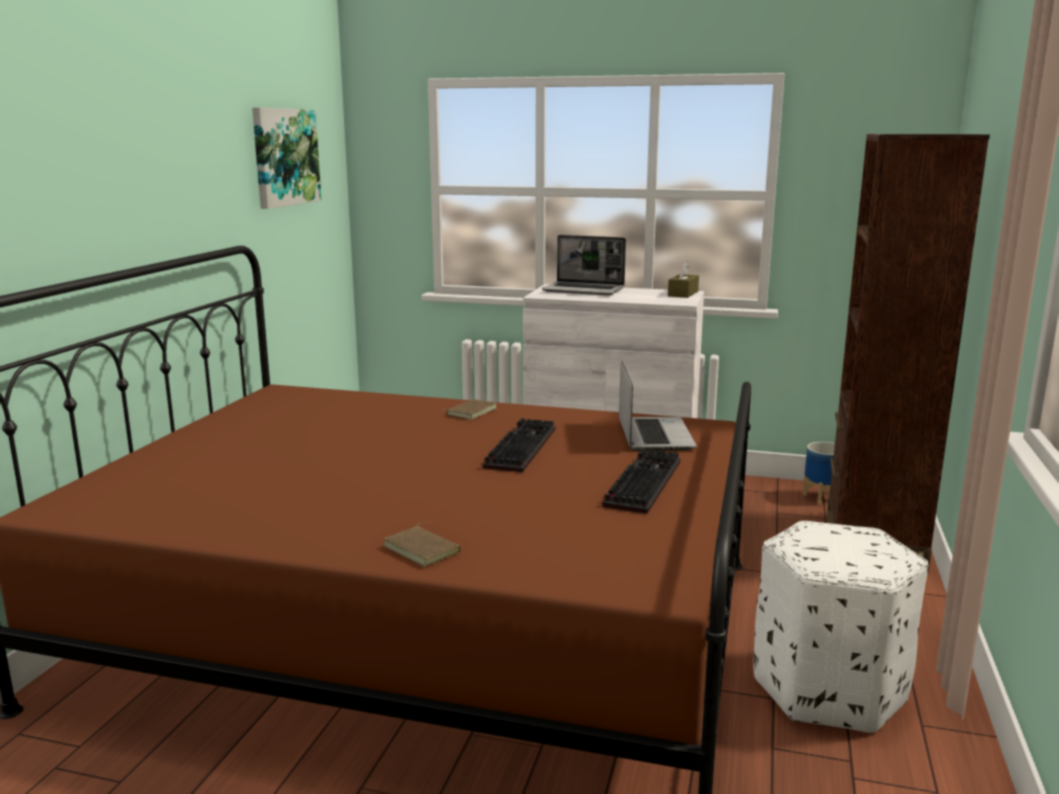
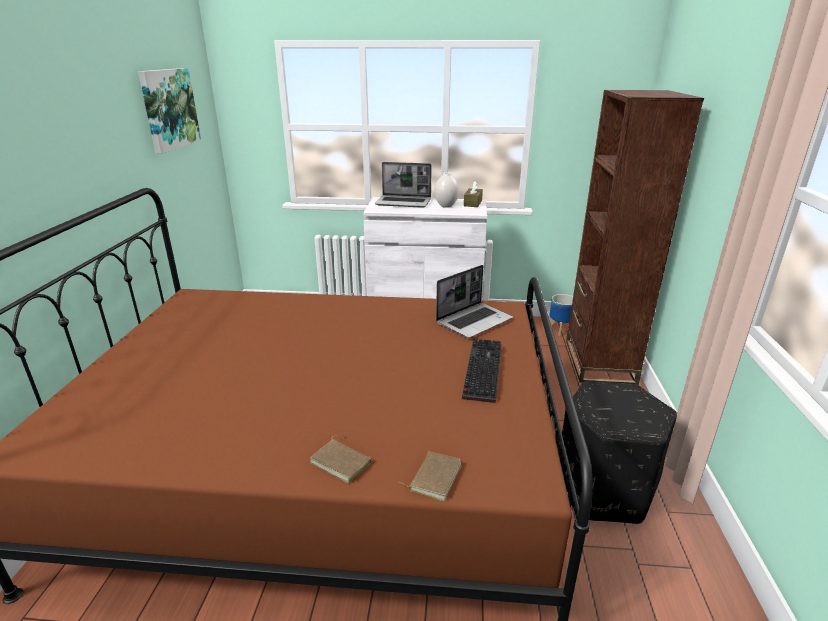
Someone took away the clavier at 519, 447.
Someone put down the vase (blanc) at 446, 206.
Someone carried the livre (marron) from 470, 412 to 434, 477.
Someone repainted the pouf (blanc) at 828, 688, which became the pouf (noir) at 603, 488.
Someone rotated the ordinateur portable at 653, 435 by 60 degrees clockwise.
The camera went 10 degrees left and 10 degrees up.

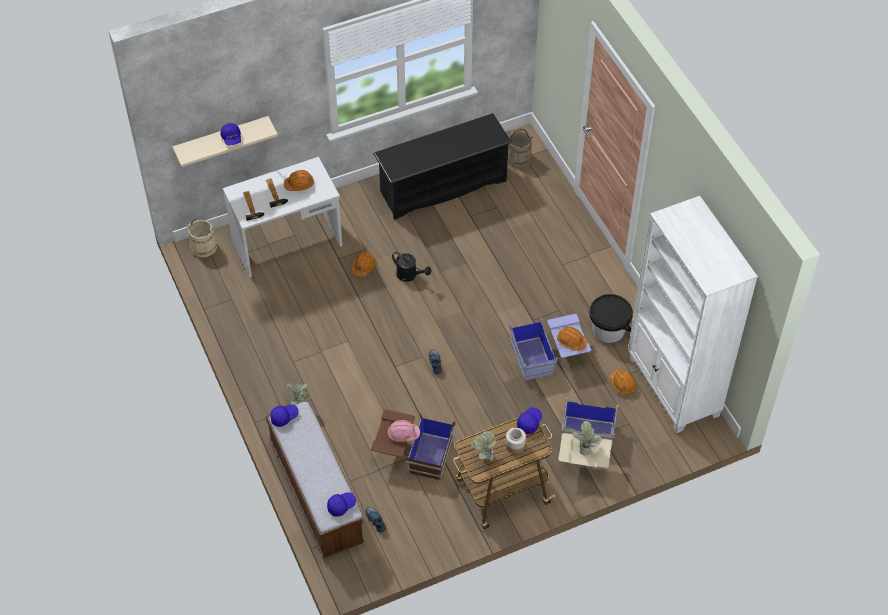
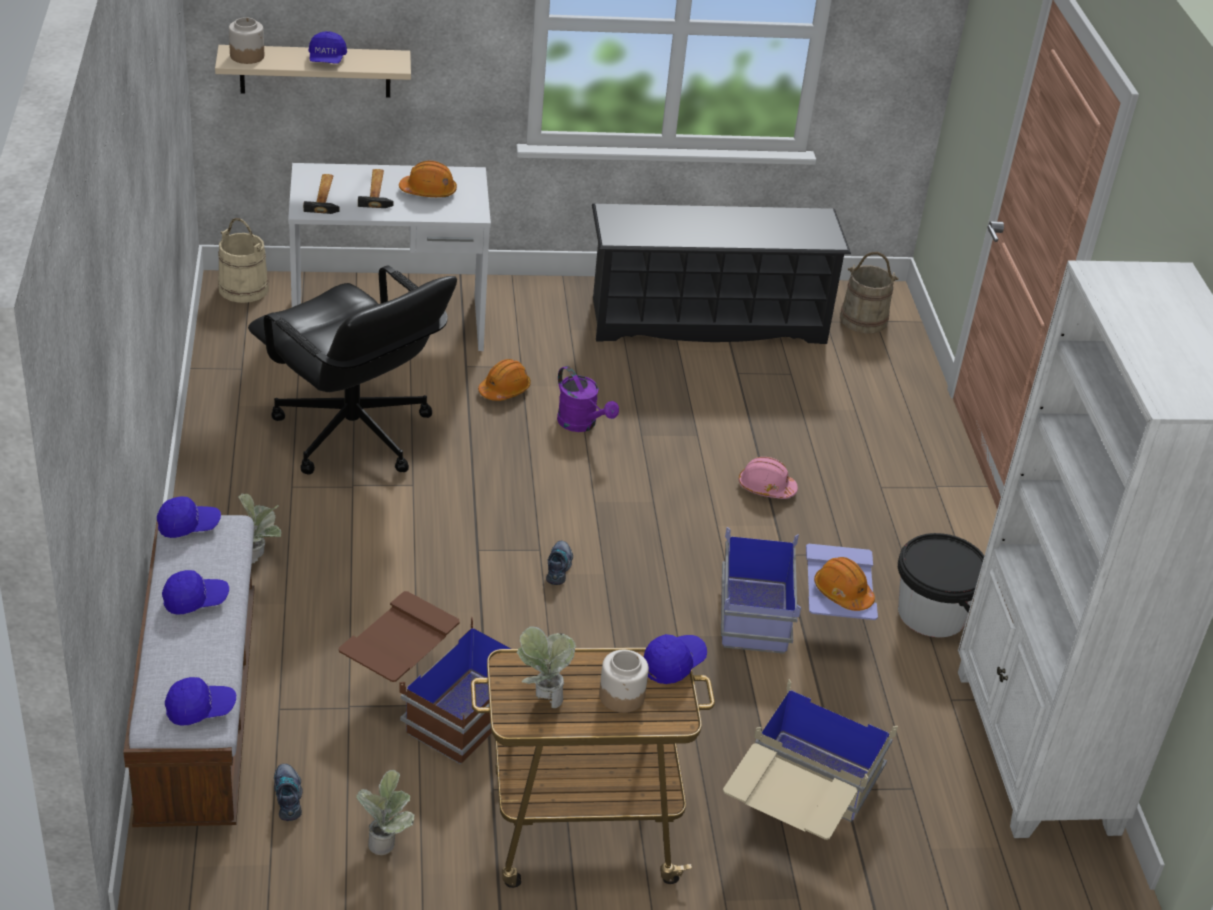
Someone took away the casque de chantier (orange) at 623, 384.
Someone put down the casquette (bleu) at 195, 600.
Someone put down the bocal at 247, 56.
Someone put down the chaise de bureau (noir) at 353, 435.
Someone carried the casque de chantier (rose) from 403, 434 to 766, 488.
Someone carried the plante en pot from 585, 448 to 385, 840.
Someone repainted the arrosoir (noir) at 410, 275, which became the arrosoir (violet) at 582, 424.
The camera went 15 degrees right and 15 degrees down.

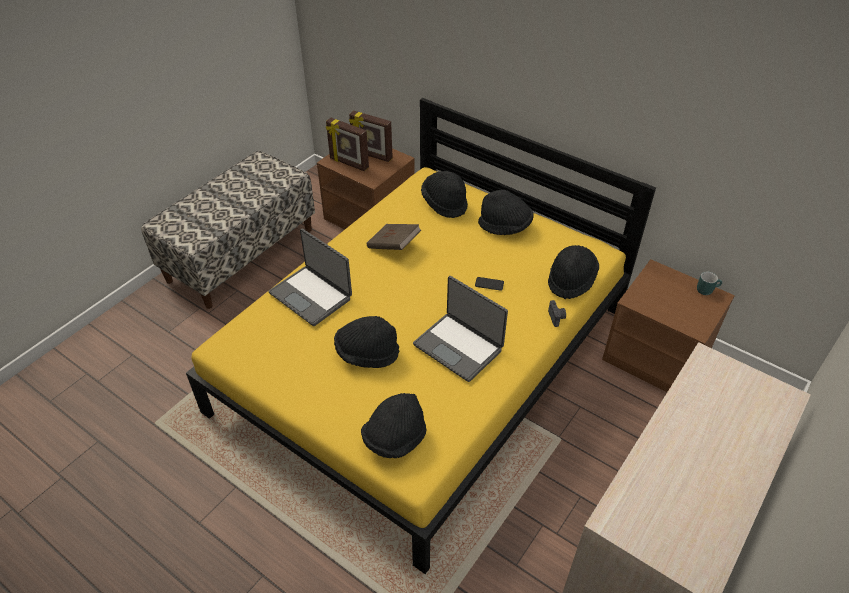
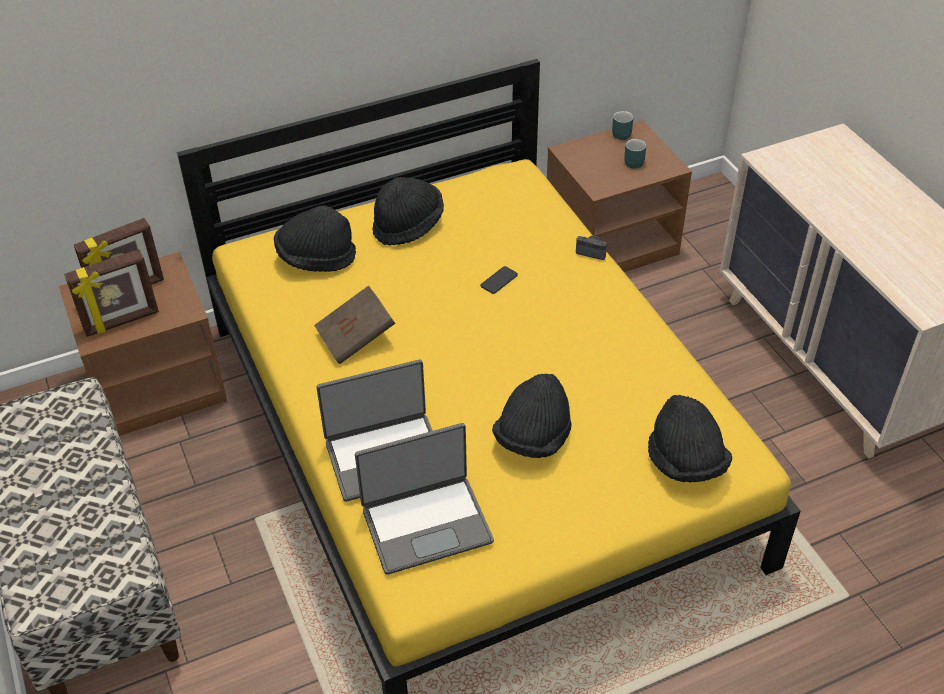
Someone took away the chapeau (noir) at 571, 280.
Someone put down the mug (turquoise) at 631, 161.
Someone carried the ordinateur portable from 459, 346 to 426, 523.
The camera went 60 degrees left and 0 degrees up.

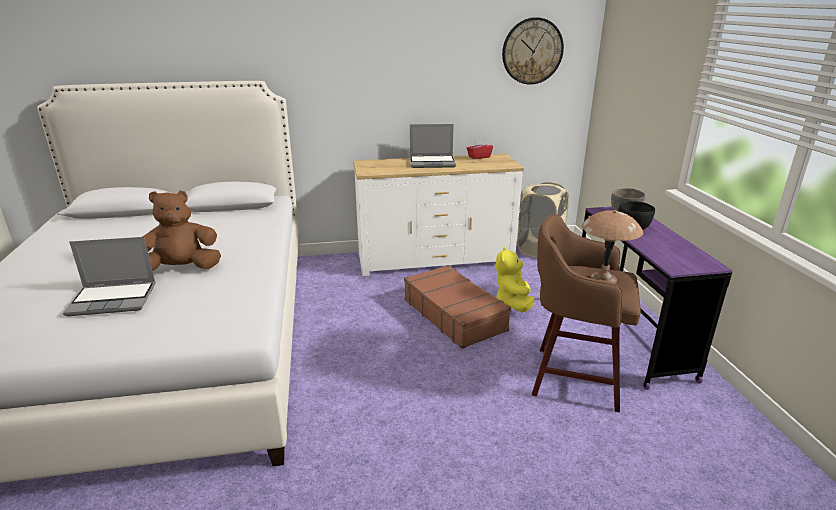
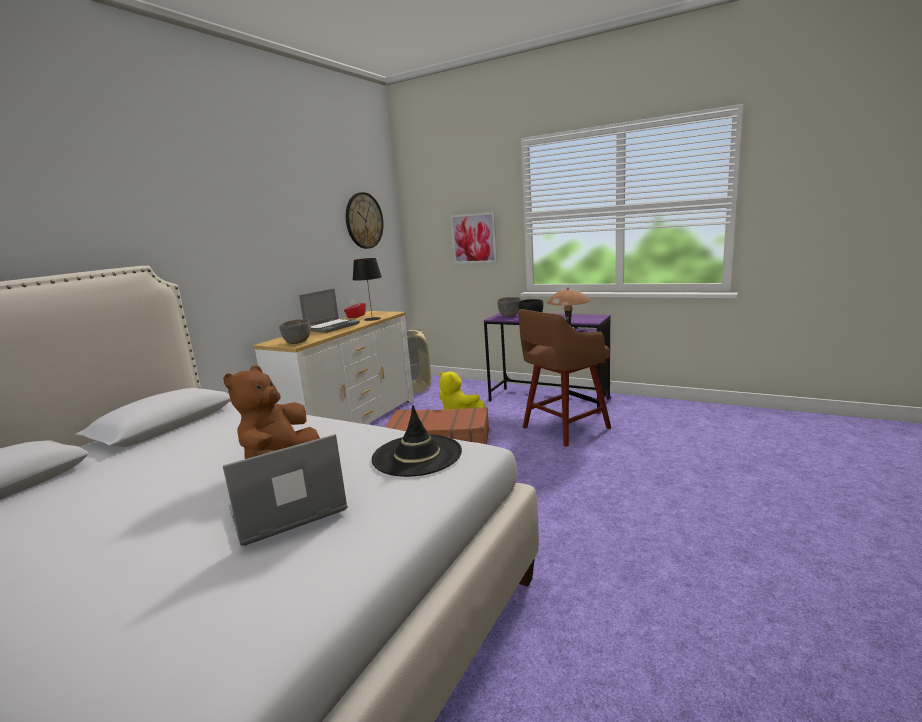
Someone put down the bol (gris) at 298, 342.
Someone put down the lampe de table (noir) at 372, 319.
Someone put down the chapeau (noir) at 417, 455.
Someone put up the tableau at 474, 238.
Someone rotated the ordinateur portable at 114, 299 by 150 degrees counterclockwise.
The camera went 50 degrees left and 10 degrees down.

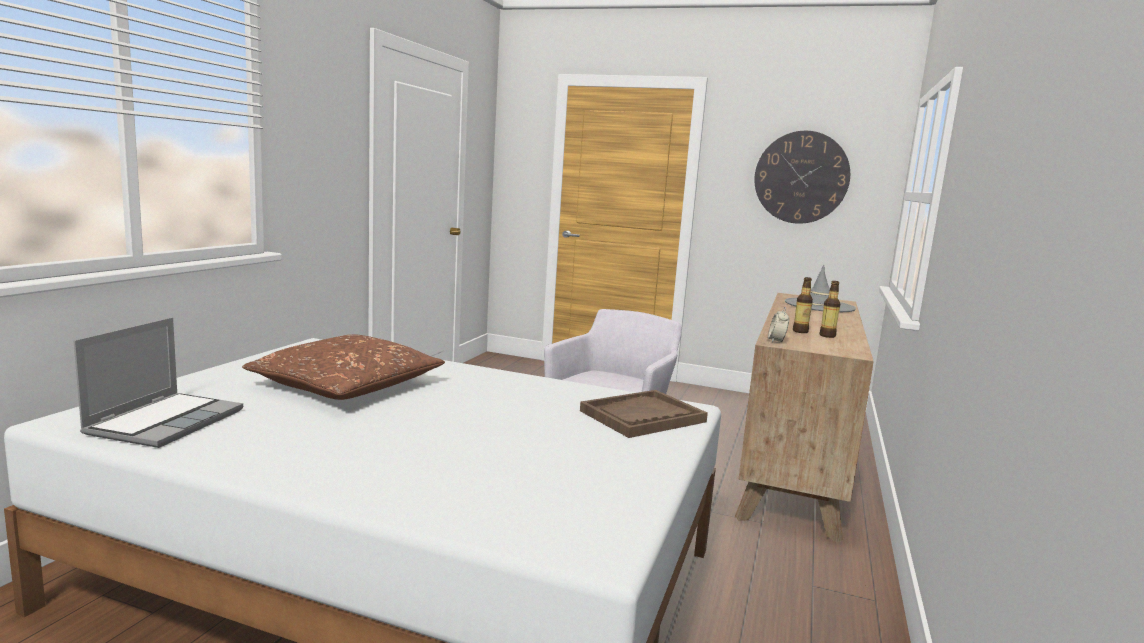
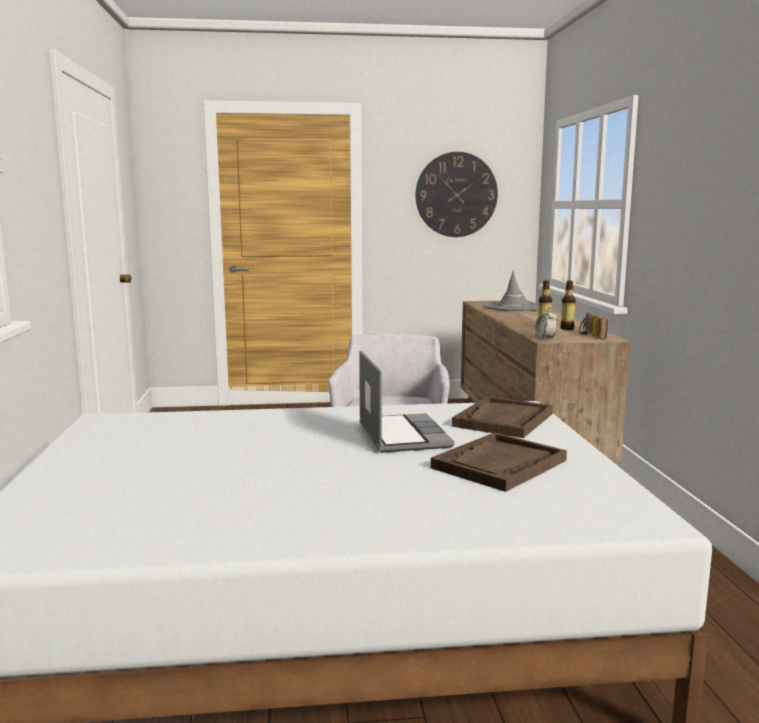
Someone took away the coussin (marron) at 347, 385.
Someone put down the plateau (marron) at 499, 464.
Someone put down the radio at 590, 335.
Someone carried the ordinateur portable from 166, 421 to 401, 435.
The camera went 25 degrees left and 0 degrees up.

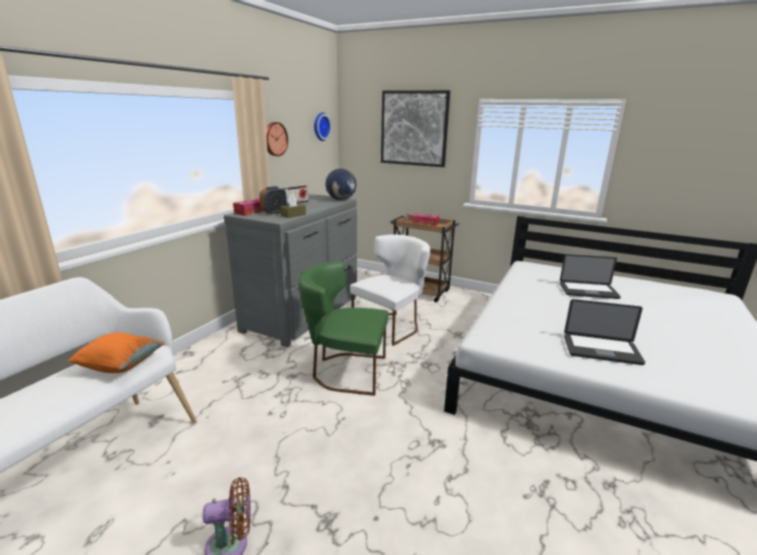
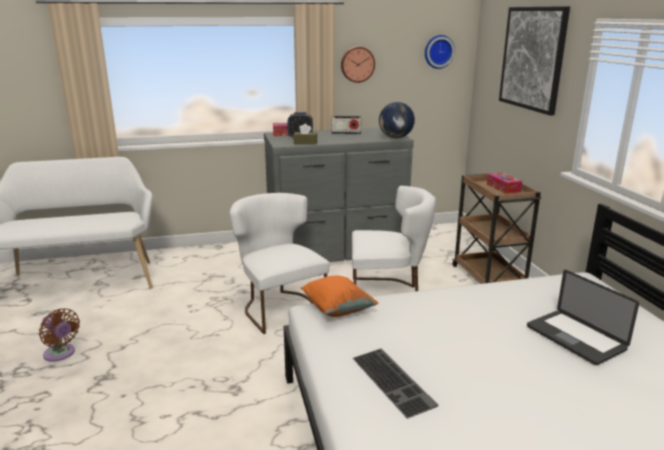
Someone carried the coussin (orange) from 120, 365 to 337, 309.
Someone swapped the ordinateur portable at 601, 350 for the clavier at 395, 381.
Someone repainted the chaise (vert) at 345, 371, which became the chaise (blanc) at 279, 307.
The camera went 50 degrees right and 0 degrees up.

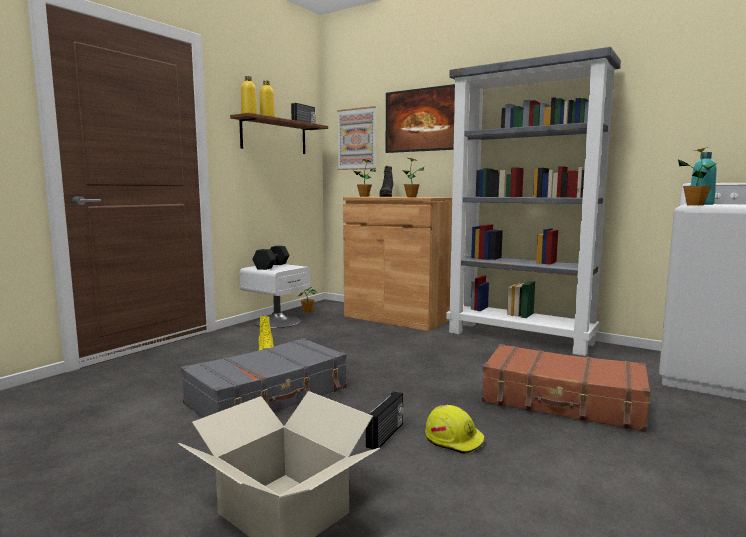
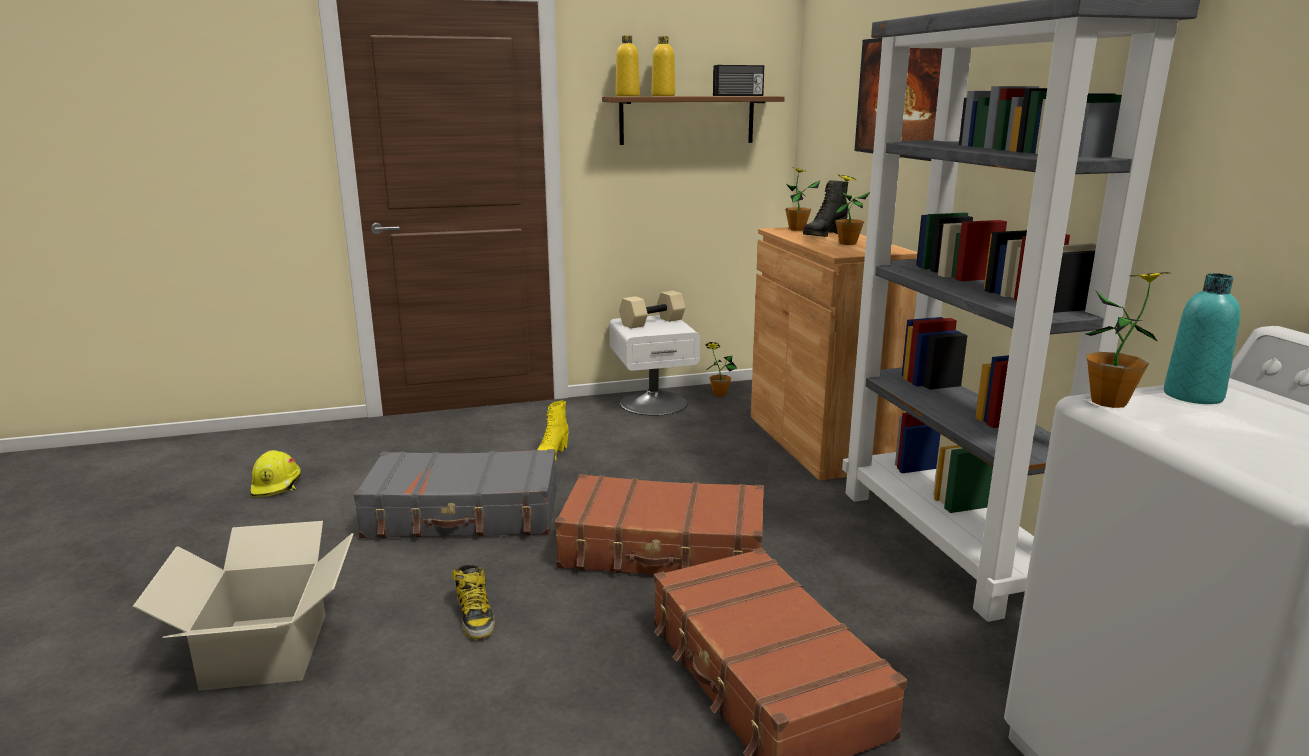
Someone took away the tableau at 357, 139.
Someone put down the valise (marron) at 664, 549.
Someone carried the casque de chantier (jaune) from 454, 439 to 277, 485.
Someone swapped the radio at 386, 435 for the botte at 475, 616.
Someone repainted the haltère (noir) at 271, 266, which became the haltère (beige) at 652, 322.
The camera went 40 degrees right and 10 degrees up.

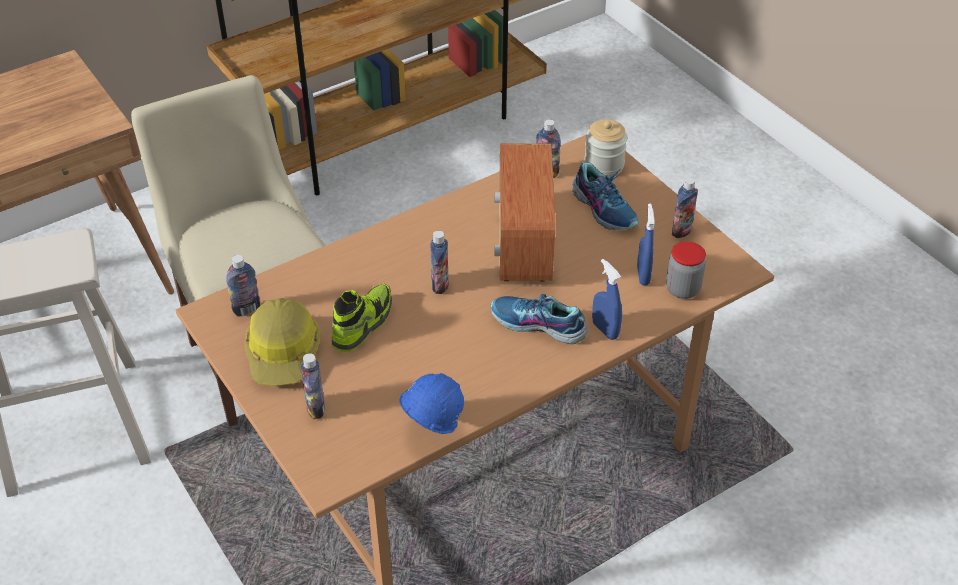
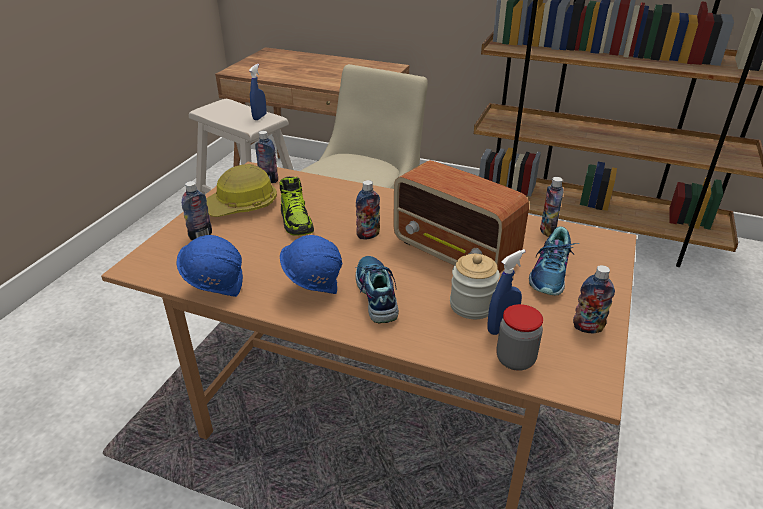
Someone put down the casque de chantier (bleu) at 314, 289.
Someone carried the bocal from 604, 165 to 472, 305.
Someone carried the vaporisateur (bleu) from 605, 330 to 259, 117.
Someone rotated the chaussure at 362, 324 by 75 degrees clockwise.
Someone rotated the radio at 524, 245 by 105 degrees counterclockwise.
The camera went 55 degrees right and 10 degrees down.

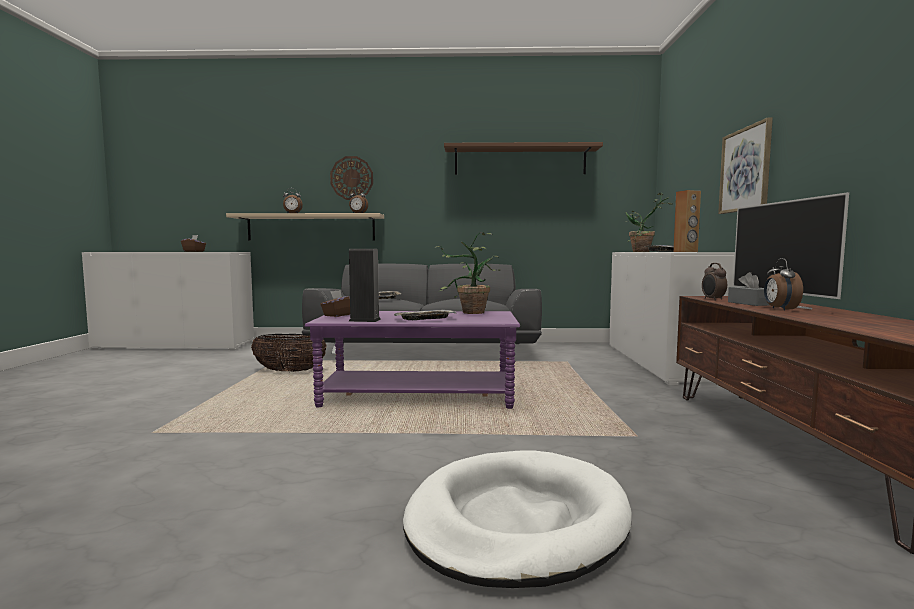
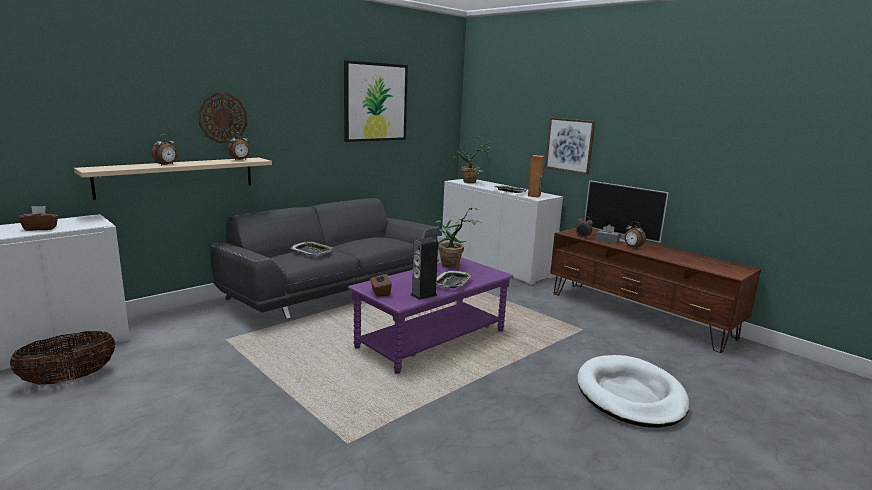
Someone carried the panier from 290, 371 to 69, 379.
Someone swapped the étagère (marron) at 520, 161 for the tableau at 375, 102.
The camera went 45 degrees left and 10 degrees up.

